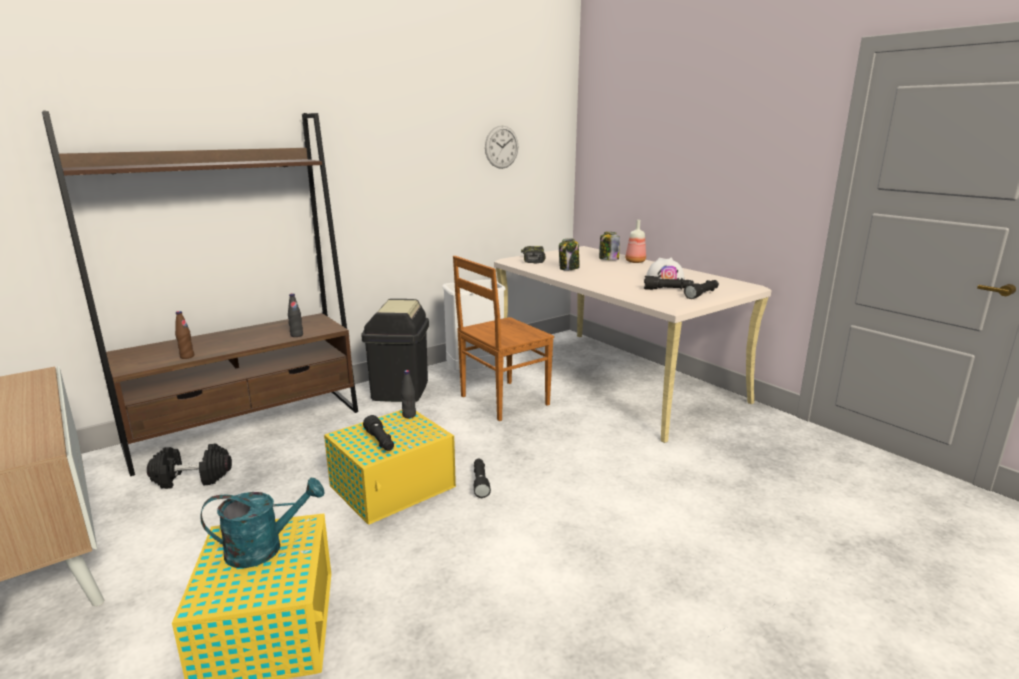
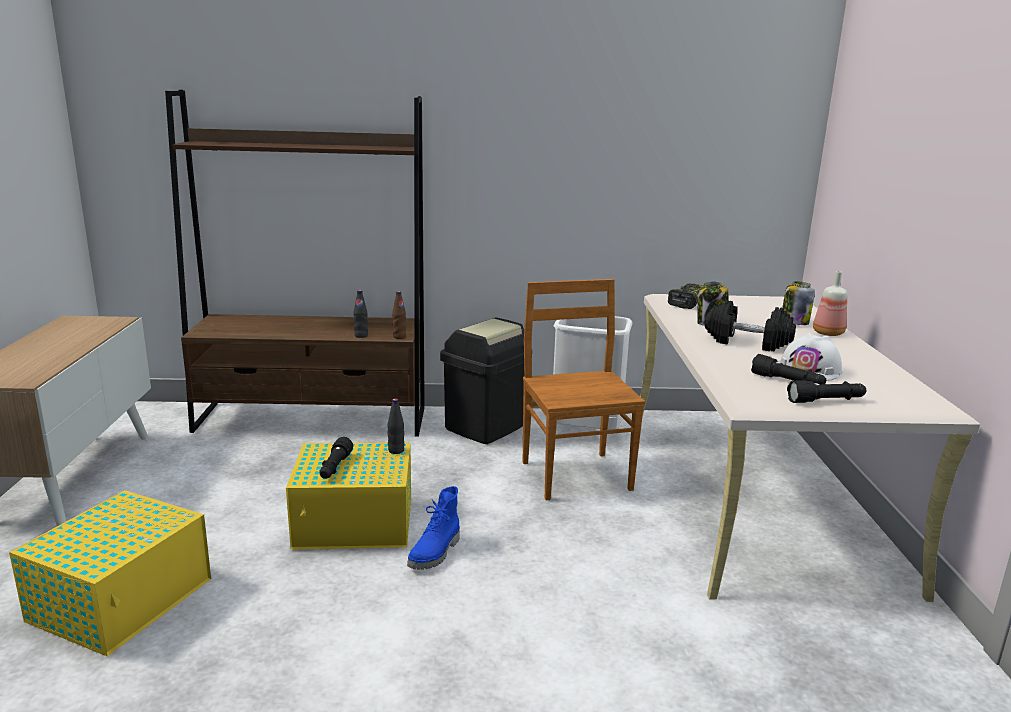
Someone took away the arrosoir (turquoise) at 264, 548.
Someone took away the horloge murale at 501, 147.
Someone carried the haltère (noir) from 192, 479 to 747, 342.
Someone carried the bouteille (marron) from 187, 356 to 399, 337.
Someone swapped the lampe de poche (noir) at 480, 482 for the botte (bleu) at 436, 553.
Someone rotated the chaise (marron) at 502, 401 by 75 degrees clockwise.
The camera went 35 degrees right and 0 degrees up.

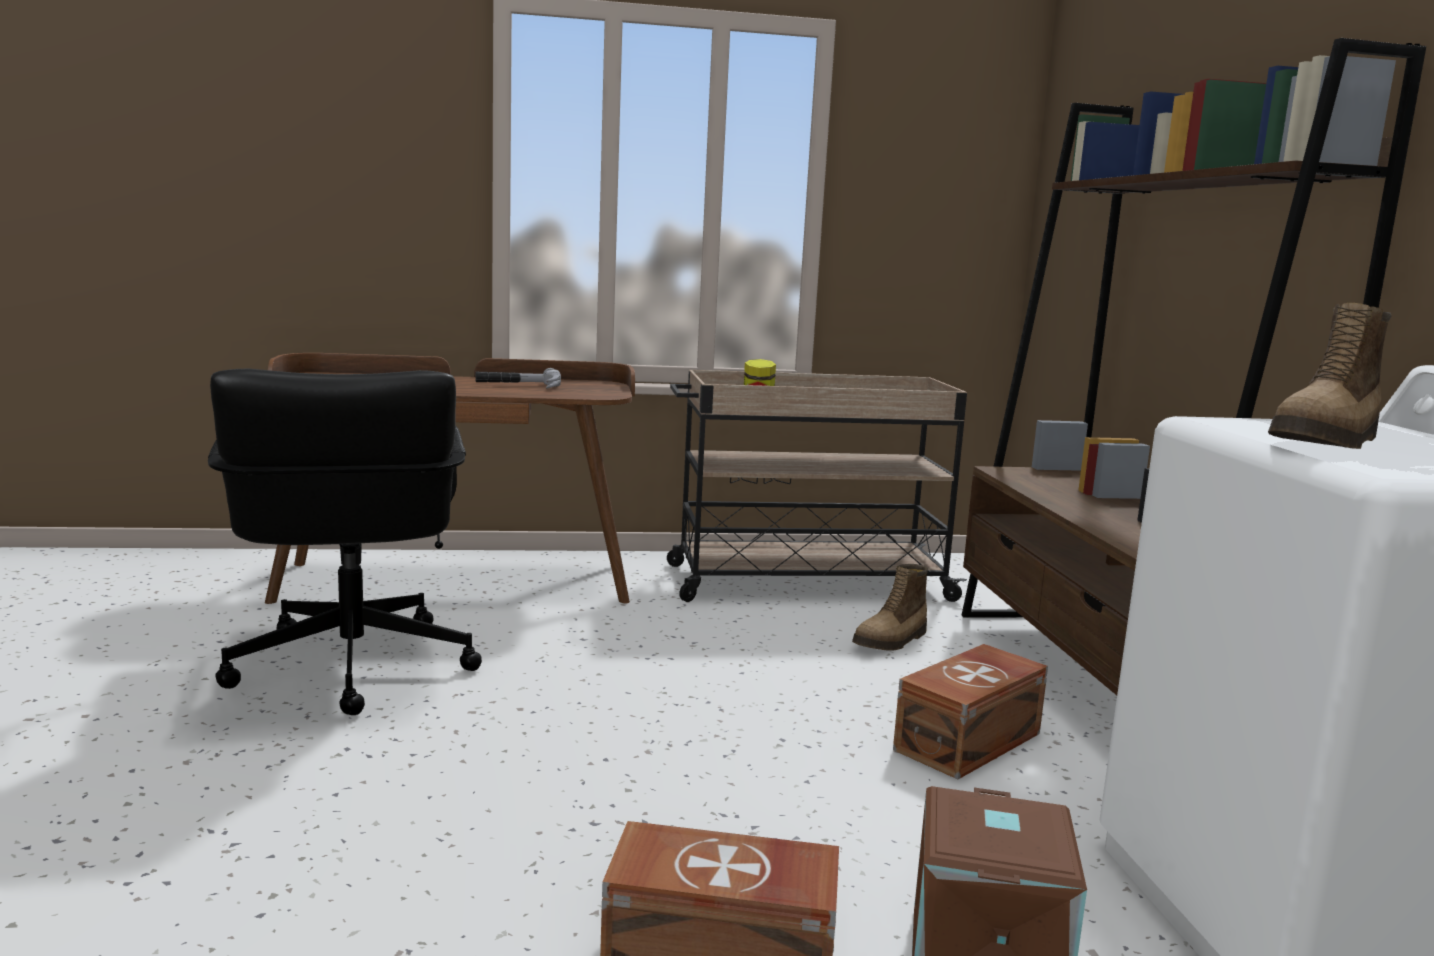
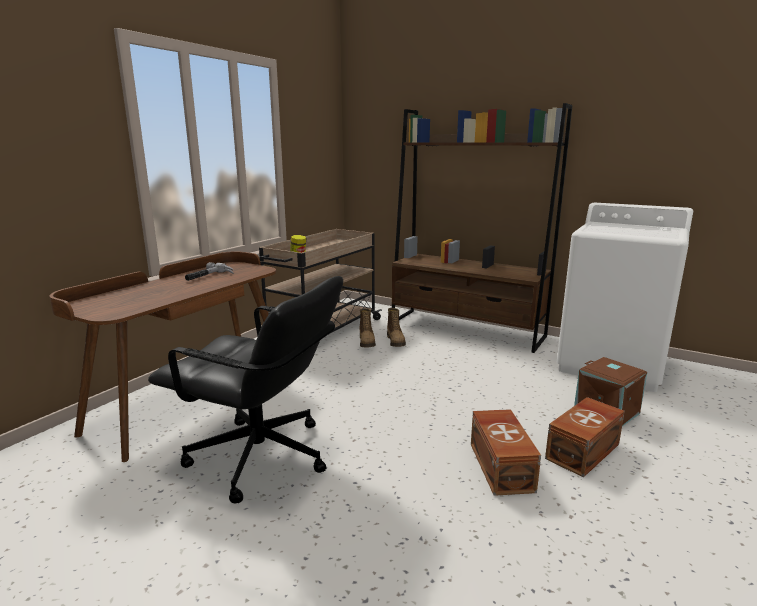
Someone carried the boîte de rangement (marron) from 971, 742 to 502, 466.
Someone carried the botte from 1327, 442 to 367, 342.
The camera went 50 degrees left and 5 degrees up.

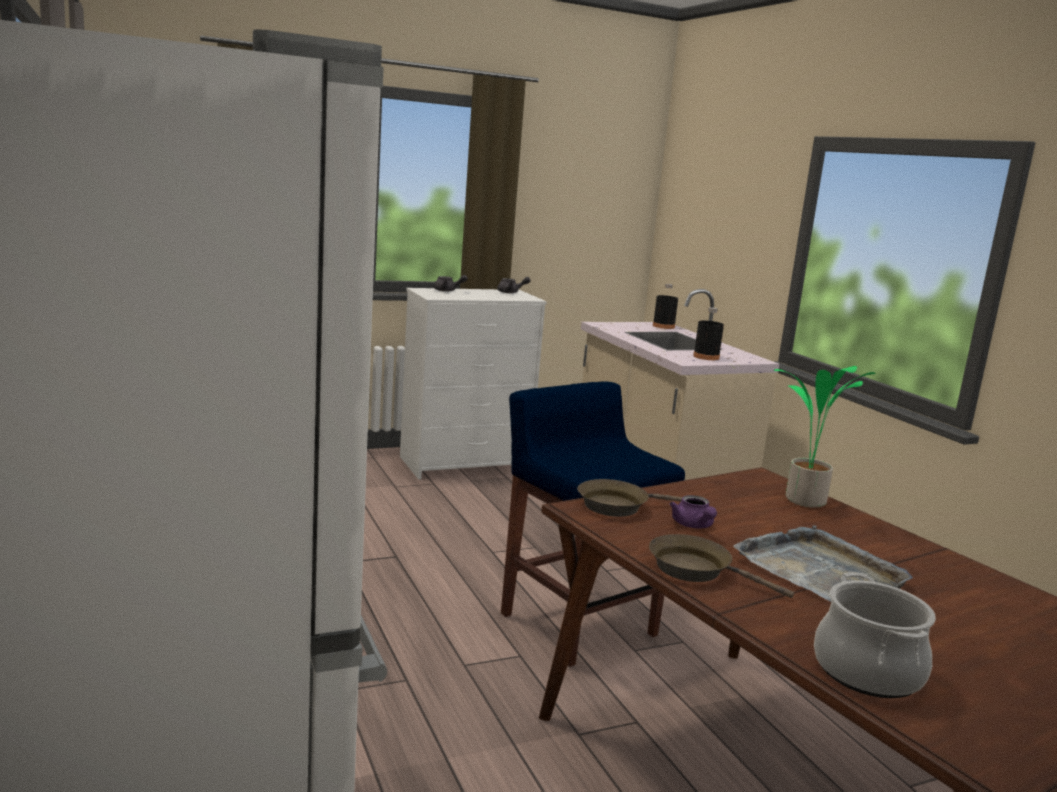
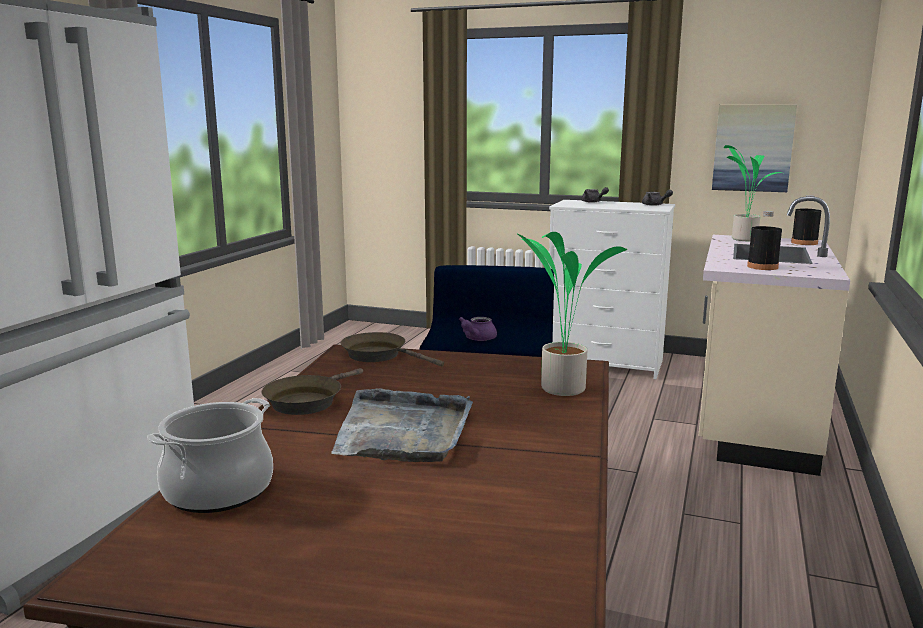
Someone put up the tableau at 753, 148.
Someone put down the plante en pot at 743, 239.
Someone carried the théière (violet) from 693, 526 to 477, 339.
Someone rotated the poêle (marron) at 696, 570 by 135 degrees counterclockwise.
The camera went 45 degrees right and 0 degrees up.

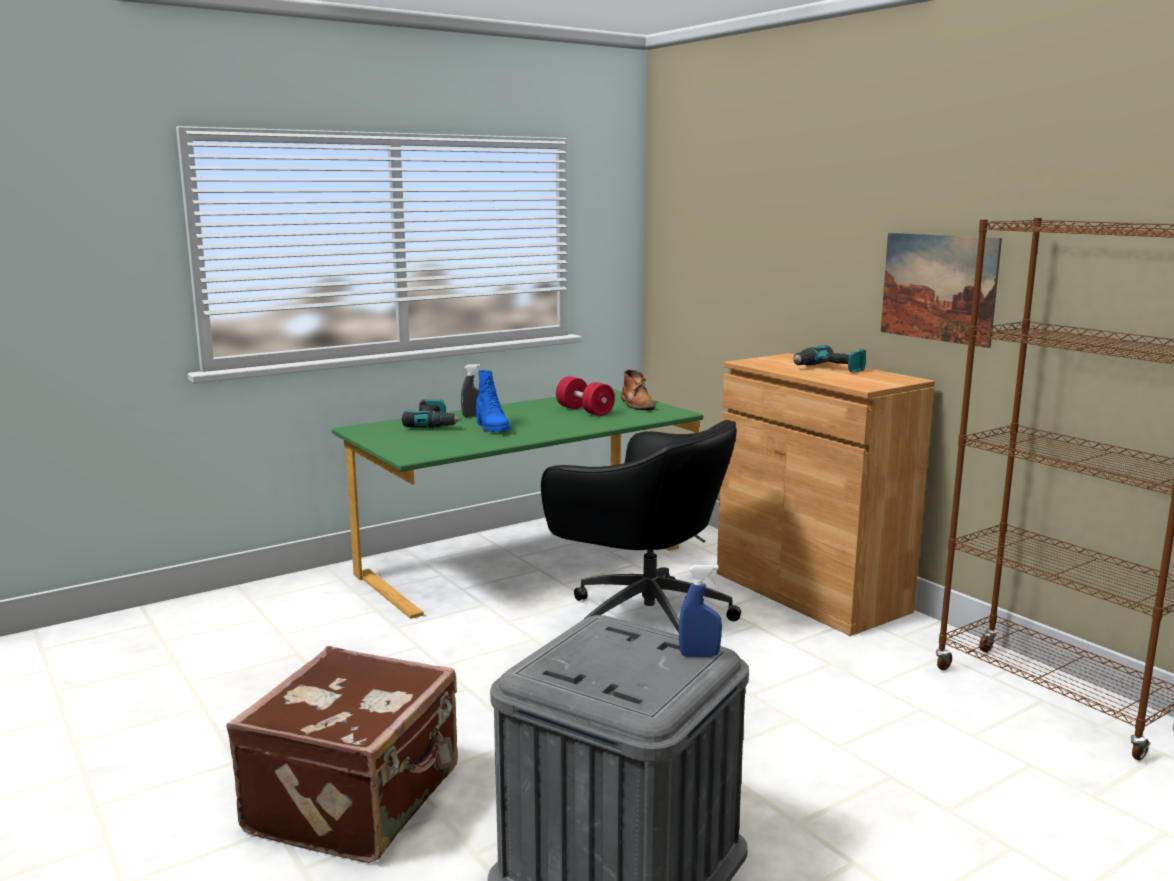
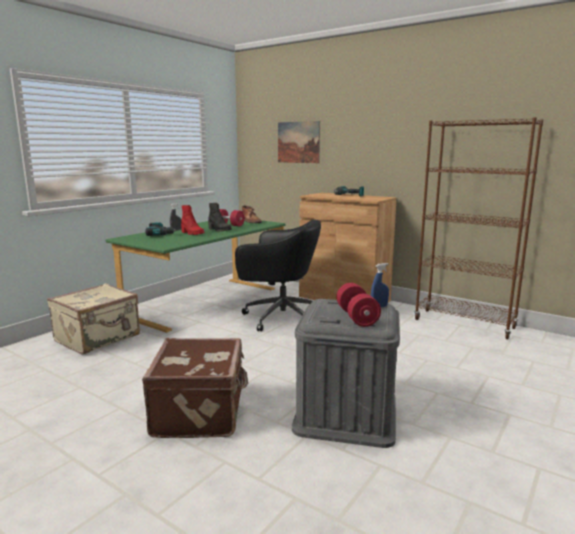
Someone put down the valise (beige) at 98, 338.
Someone put down the botte (noir) at 219, 230.
Someone put down the haltère (rouge) at 357, 317.
Someone carried the tableau from 938, 287 to 298, 142.
Someone repainted the botte (bleu) at 491, 428, which became the botte (rouge) at 192, 233.
The camera went 20 degrees left and 0 degrees up.

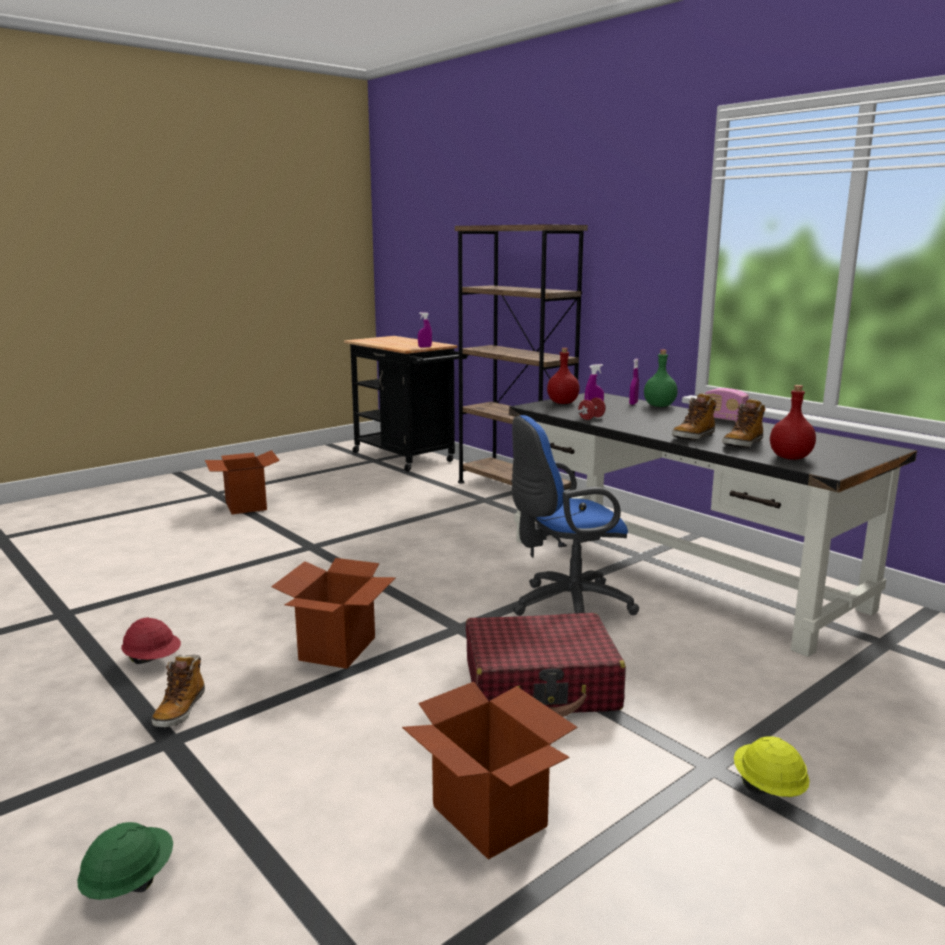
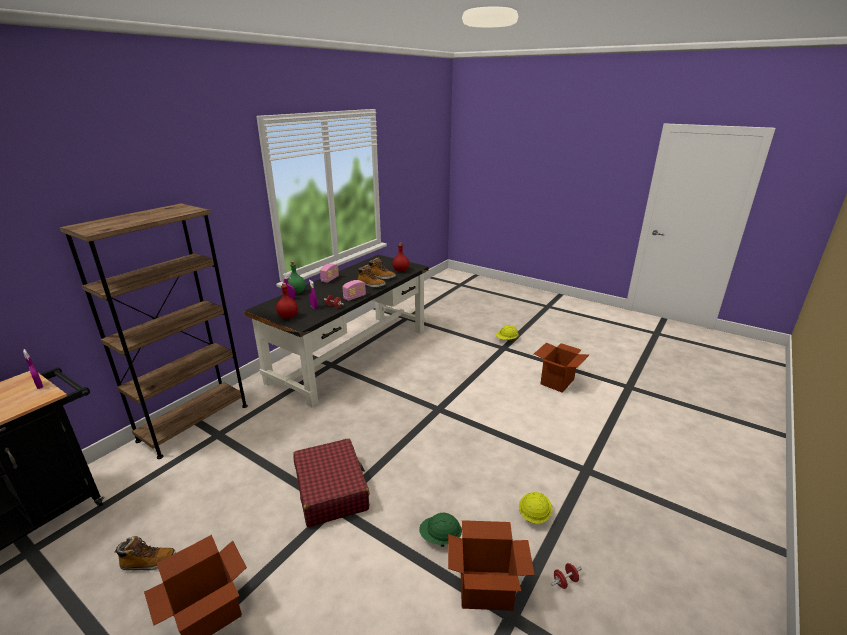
Someone took away the chaise de bureau (bleu) at 566, 606.
Someone put down the radio at 354, 297.
Someone put down the haltère (rouge) at 565, 581.
Someone carried the casque de chantier (vert) from 129, 882 to 440, 537.
Someone carried the botte from 180, 710 to 148, 562.
Someone carried the carton from 337, 649 to 486, 590.
Someone carried the valise (rouge) from 541, 685 to 331, 490.
Someone repainted the casque de chantier (rouge) at 153, 660, which became the casque de chantier (jaune) at 534, 514.
The camera went 105 degrees left and 10 degrees up.

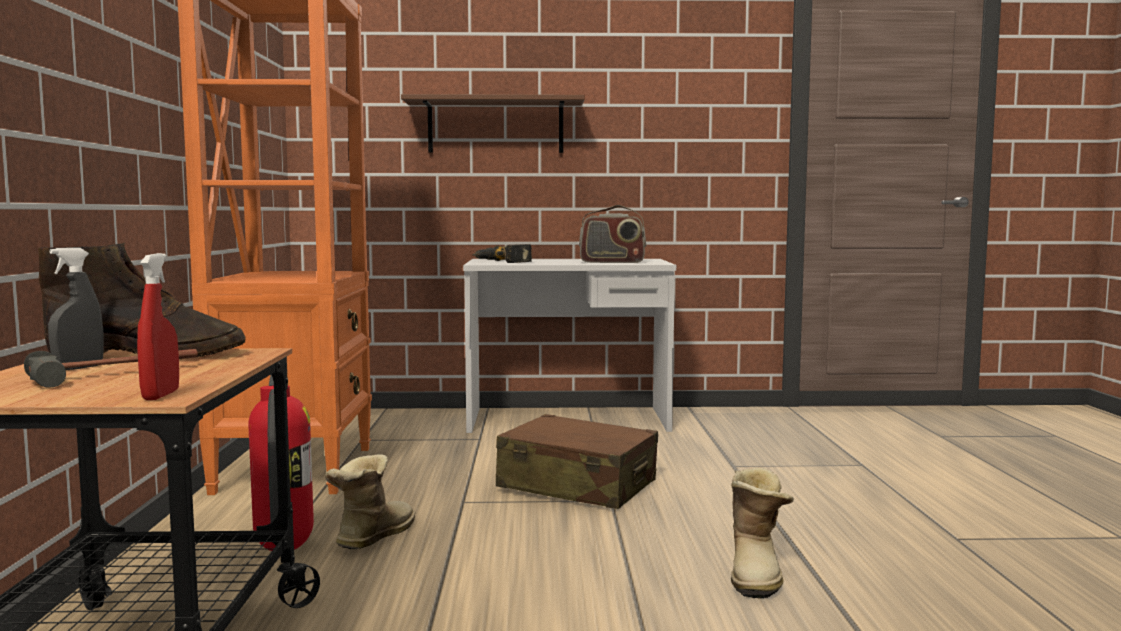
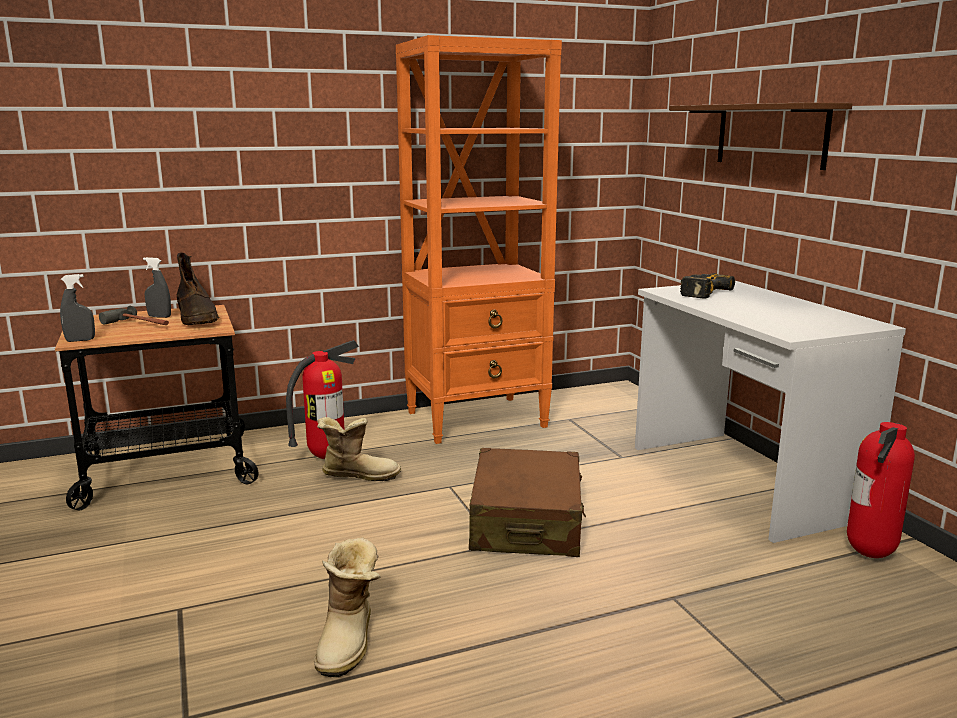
Someone took away the radio at 612, 262.
Someone put down the extincteur at 871, 555.
Someone repainted the vaporisateur (rouge) at 161, 395, which became the vaporisateur (gris) at 80, 340.
Someone rotated the botte at 757, 573 by 75 degrees counterclockwise.
The camera went 70 degrees right and 10 degrees up.

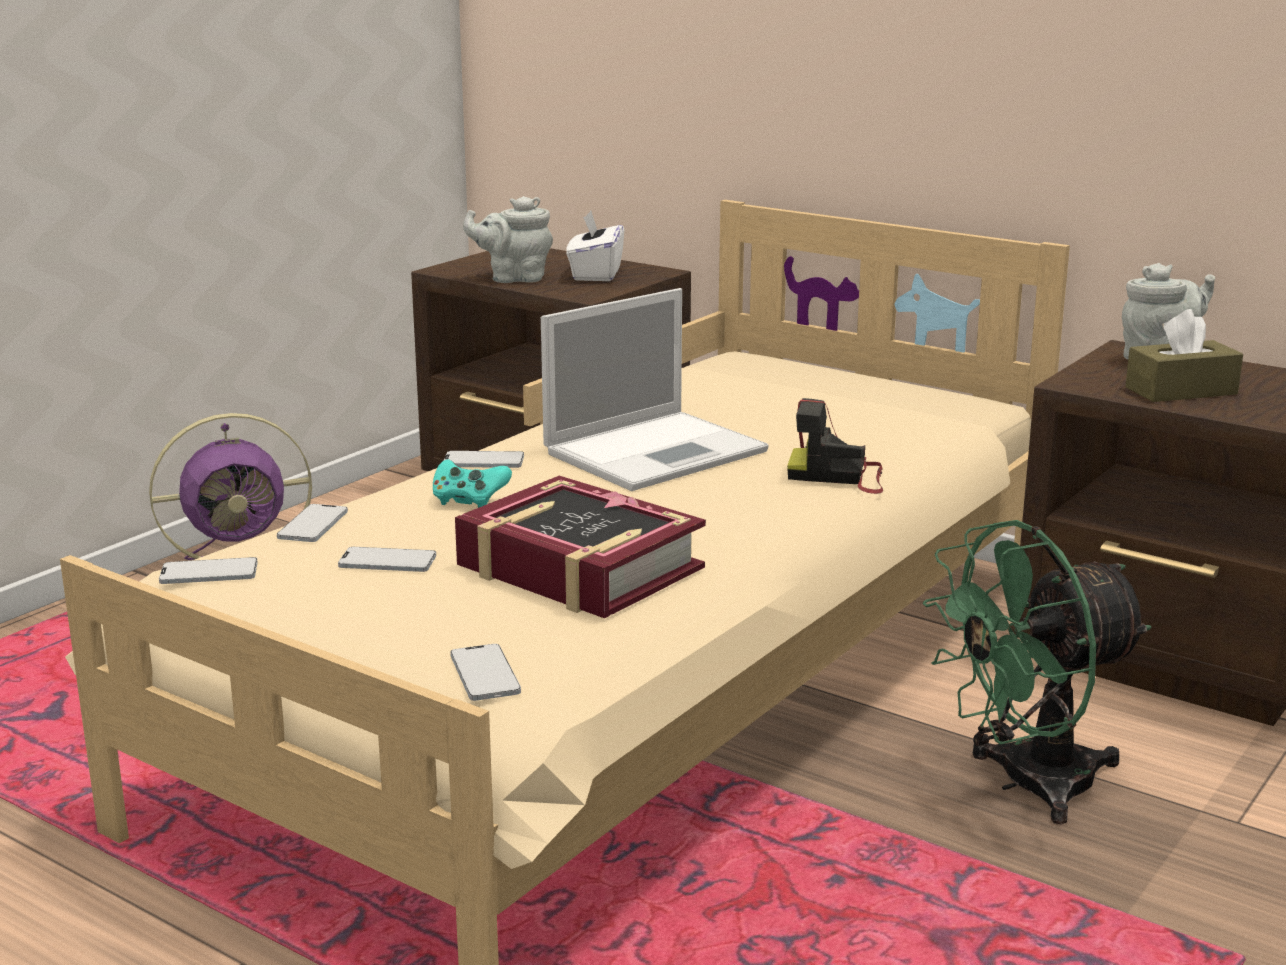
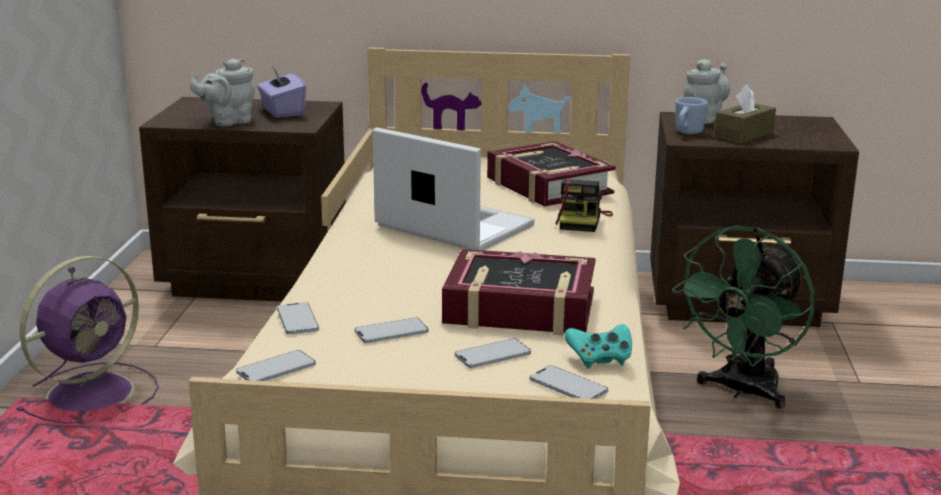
Someone put down the livre at 548, 186.
Someone put down the mug (bleu) at 687, 133.
Someone carried the manette (turquoise) from 468, 501 to 600, 360.
Someone carried the téléphone from 484, 461 to 492, 355.
Someone repainted the boîte à mouchoirs (blanc) at 595, 274, which became the boîte à mouchoirs (violet) at 282, 112.
Someone rotated the ordinateur portable at 658, 451 by 75 degrees counterclockwise.
Someone rotated the appareil photo at 839, 476 by 60 degrees counterclockwise.
The camera went 30 degrees left and 0 degrees up.

